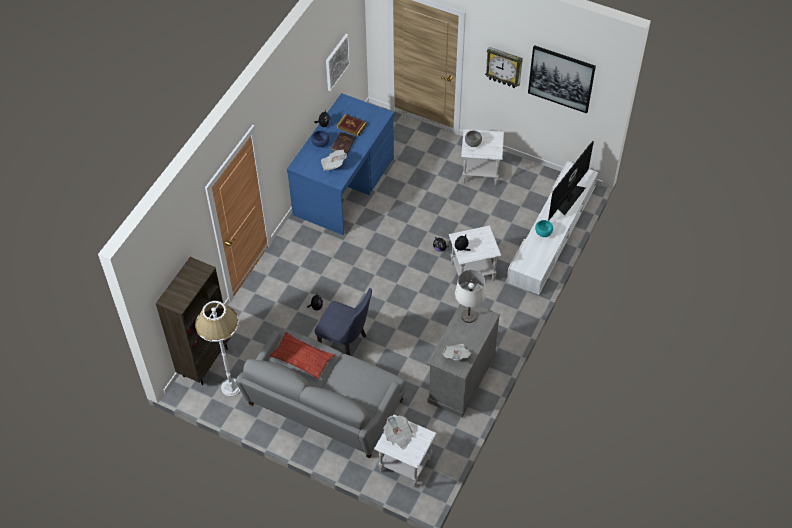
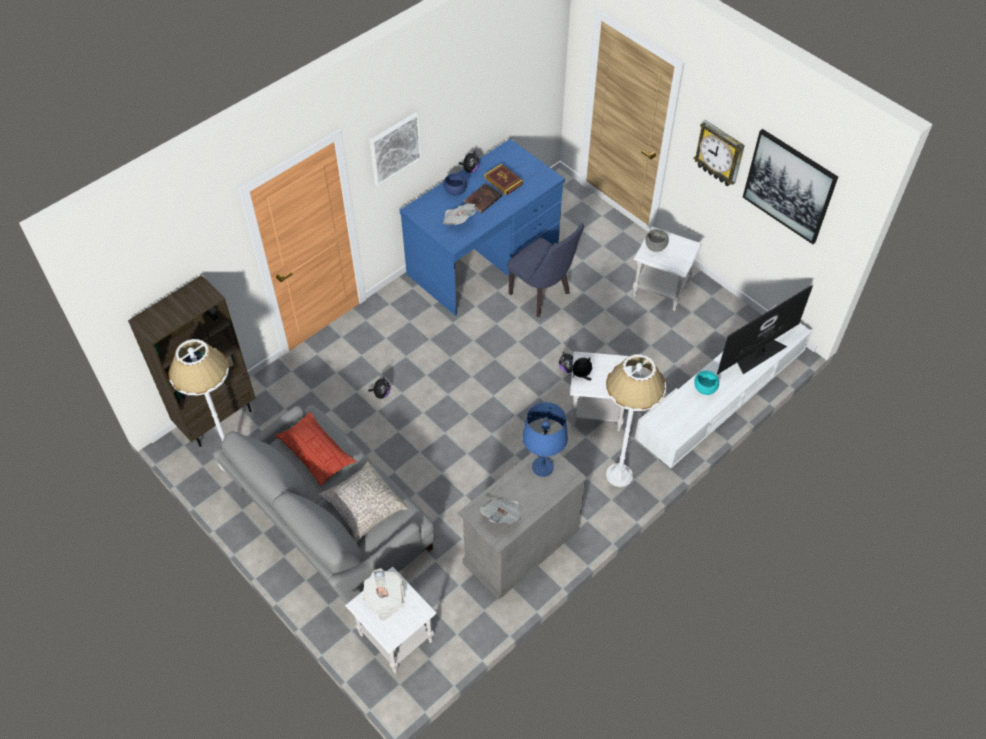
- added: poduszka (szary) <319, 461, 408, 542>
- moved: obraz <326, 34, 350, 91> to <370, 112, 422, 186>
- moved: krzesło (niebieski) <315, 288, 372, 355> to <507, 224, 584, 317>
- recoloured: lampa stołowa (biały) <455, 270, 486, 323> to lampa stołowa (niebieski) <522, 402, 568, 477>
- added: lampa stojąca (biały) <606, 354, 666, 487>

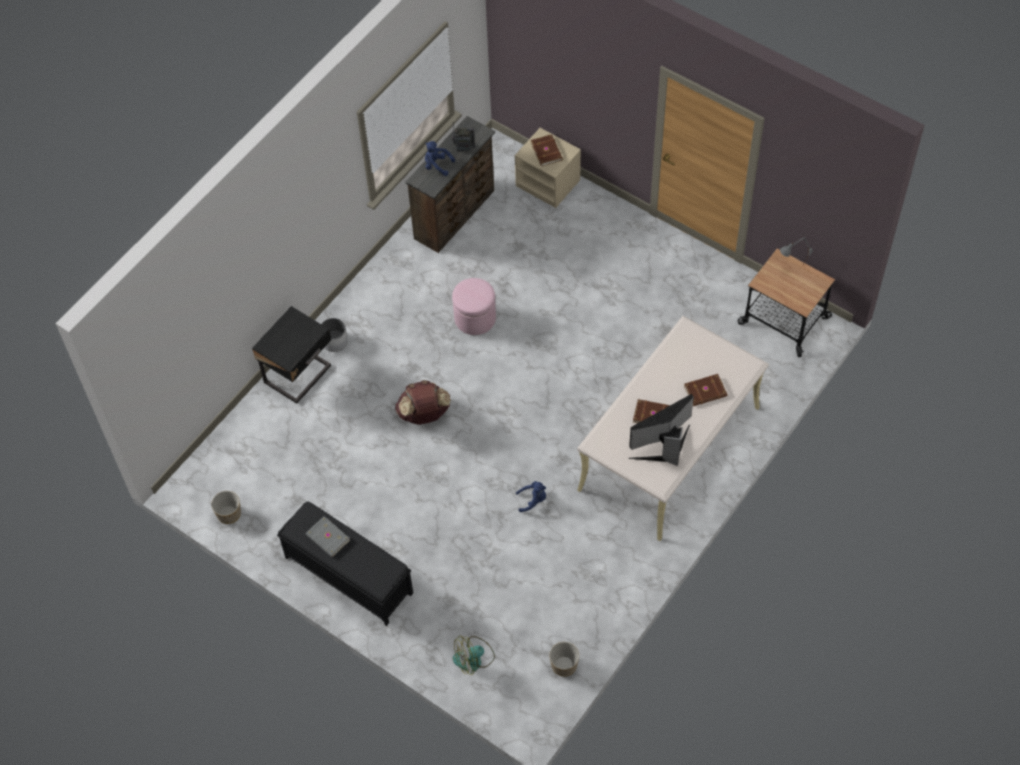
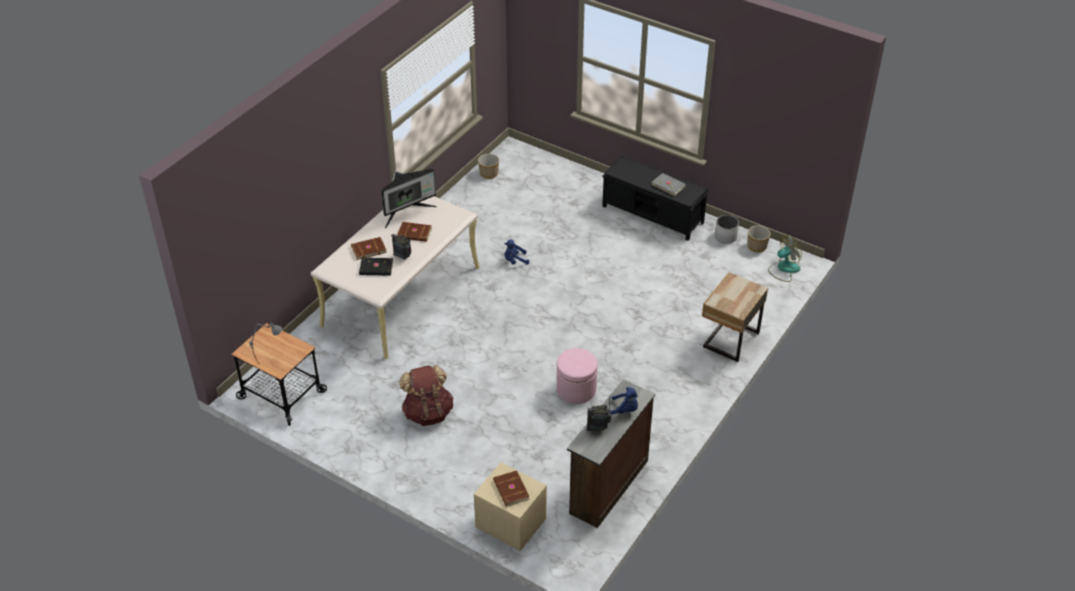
- added: książka (czarny) <359, 258, 393, 276>
- added: radio <391, 230, 411, 259>
- moved: plecak (brązowy) <395, 380, 451, 425> to <399, 365, 454, 426>
- recoloured: szafka nocna (czarny) <252, 306, 331, 404> to szafka nocna (beżowy) <702, 272, 768, 362>
- moved: donica (biały) <321, 318, 348, 352> to <715, 215, 739, 244>
- moved: wentylator <453, 636, 495, 675> to <768, 235, 802, 282>

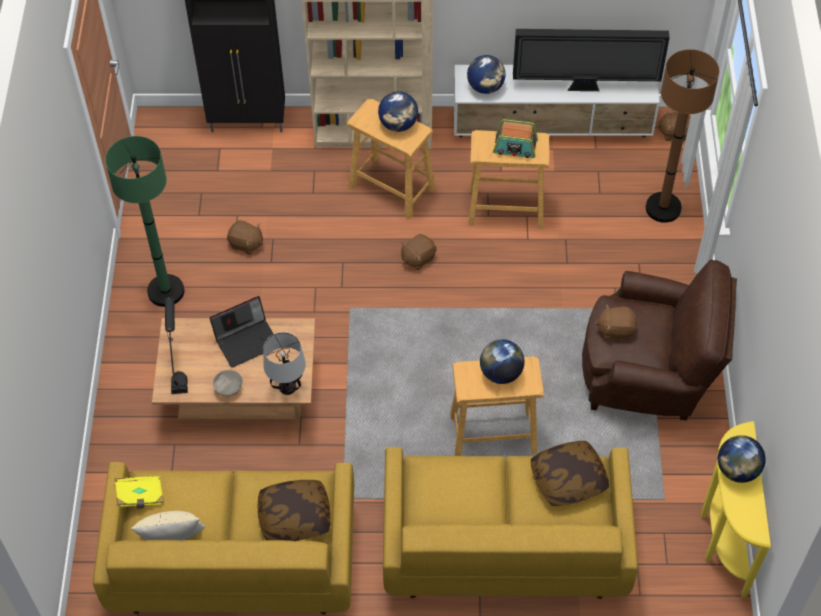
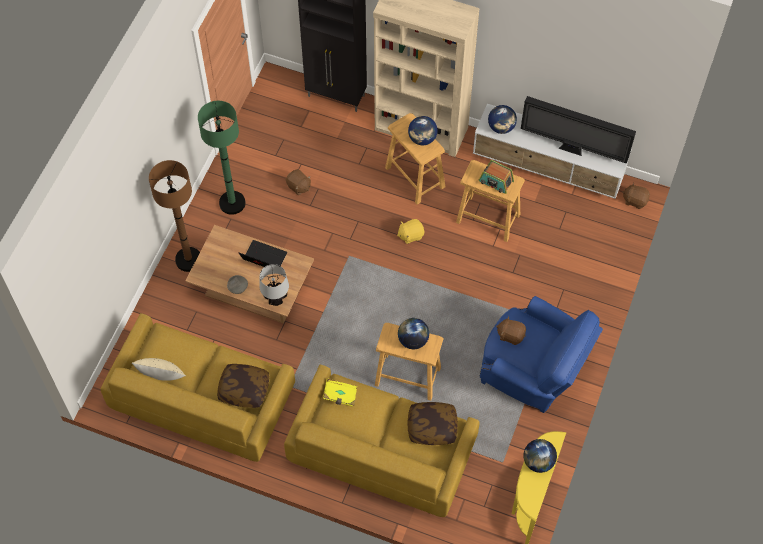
- moved: lampa stojąca (brązowy) <646, 49, 719, 223> to <149, 160, 200, 272>
- turned: laptop <210, 296, 274, 368> = <239, 240, 287, 267> 150 degrees counterclockwise
- moved: książka (żółty) <114, 476, 164, 509> to <323, 378, 357, 407>
- recoloured: pluszak (brązowy) <401, 234, 437, 270> to pluszak (żółty) <397, 219, 424, 244>
- recoloured: fotel (brązowy) <582, 260, 737, 420> to fotel (niebieski) <480, 296, 603, 413>
- removed: lampa stołowa (czarny) <165, 297, 188, 394>

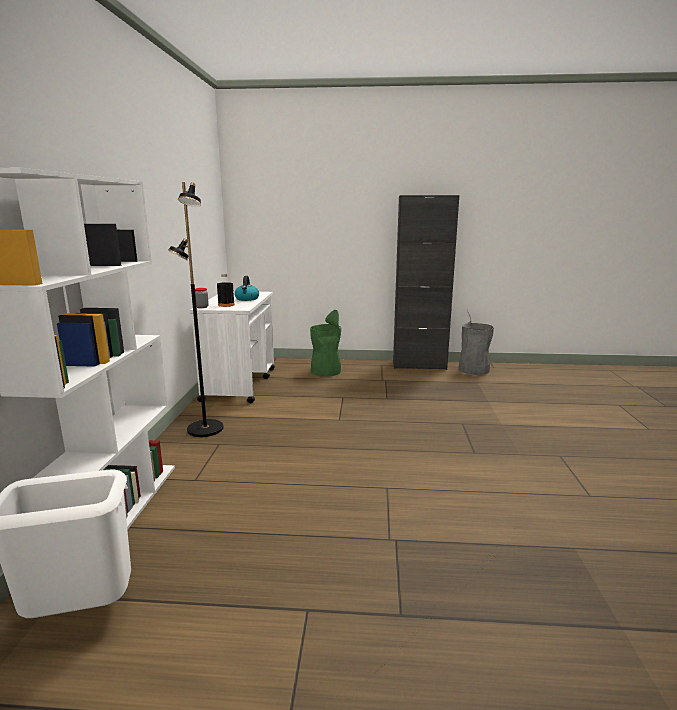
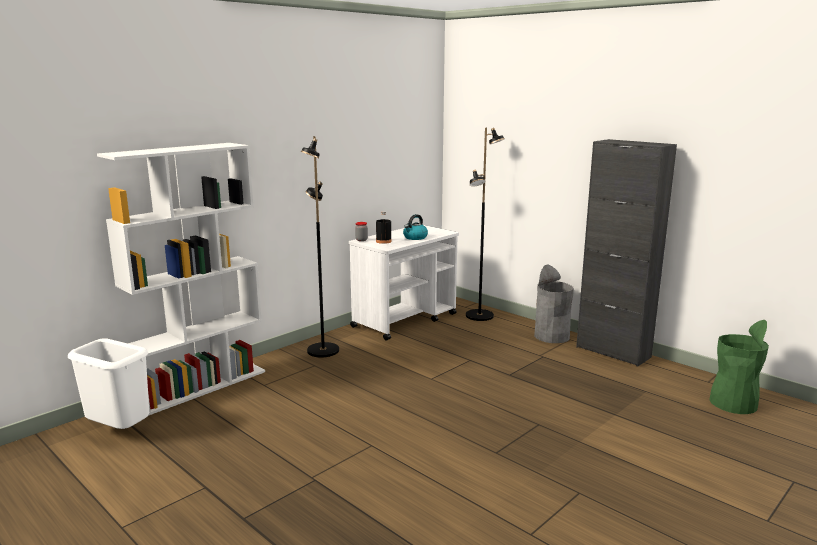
- added: lampa stojąca (czarny) <466, 128, 504, 321>
- moved: kosz na śmieci (szary) <459, 310, 494, 375> to <534, 265, 574, 343>
- moved: kosz na śmieci (zielony) <310, 310, 341, 377> to <709, 320, 769, 414>

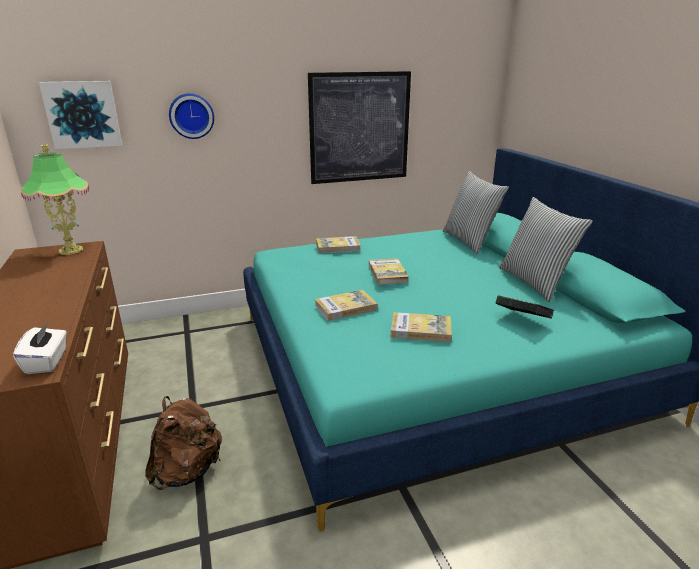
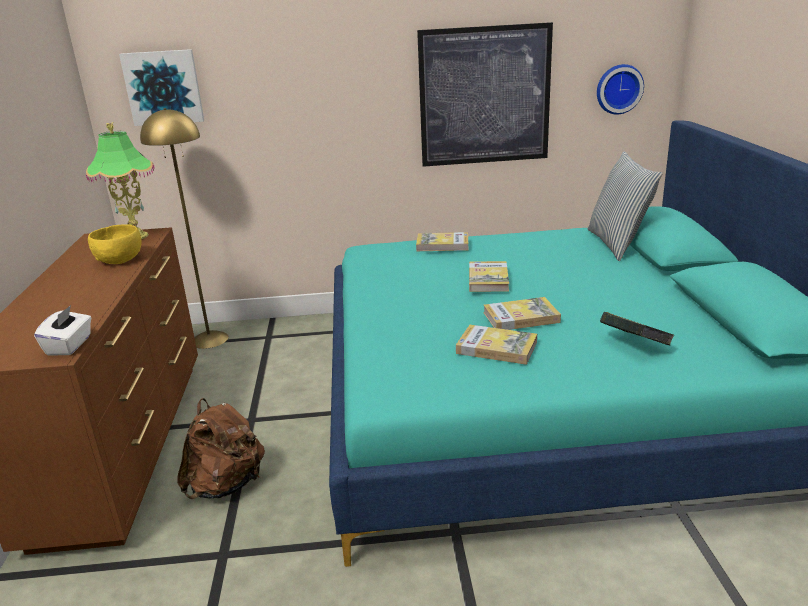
- added: miska (żółty) <88, 224, 142, 264>
- added: lampa stojąca (żółty) <140, 108, 228, 349>
- moved: książka <315, 290, 378, 321> to <483, 297, 561, 330>
- moved: zegar ścienny <169, 93, 214, 139> to <597, 64, 644, 115>
- removed: poduszka <499, 197, 593, 302>

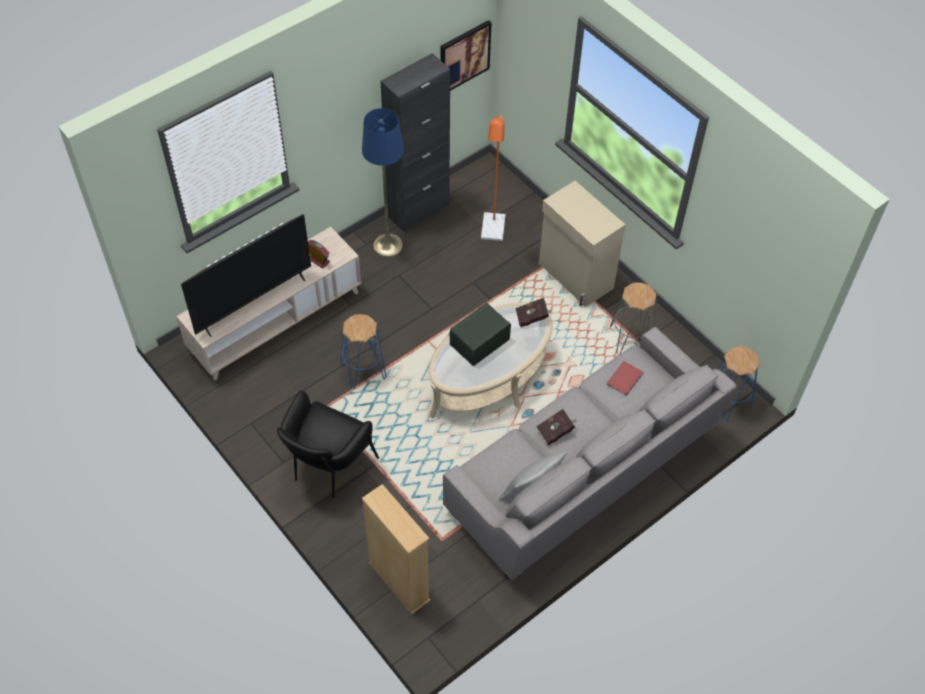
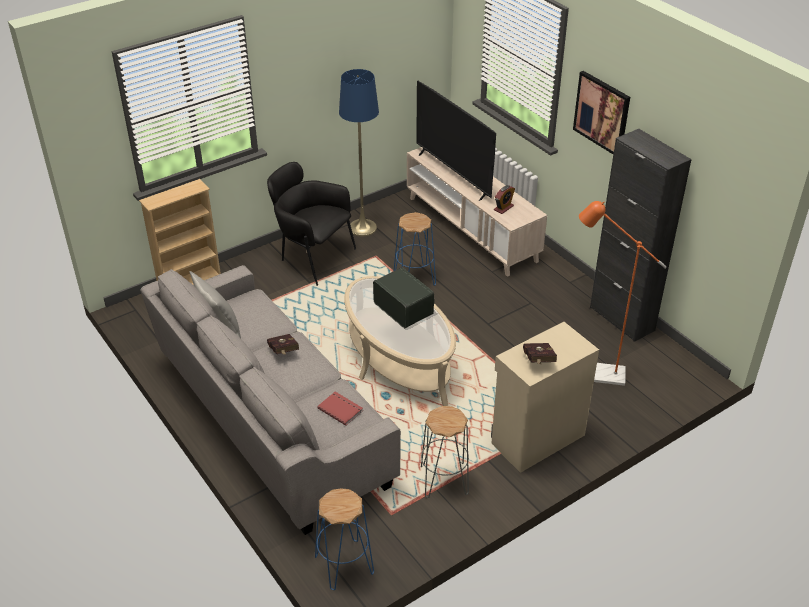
- moved: lampa stojąca (niebieski) <362, 108, 404, 257> to <339, 69, 379, 236>
- moved: książka (czerwony) <515, 298, 552, 327> to <523, 343, 557, 365>
- moved: obraz <440, 20, 492, 91> to <573, 71, 630, 154>

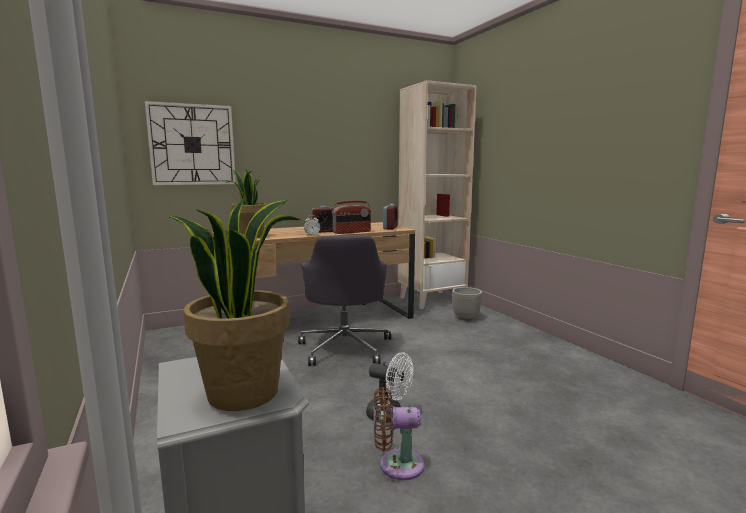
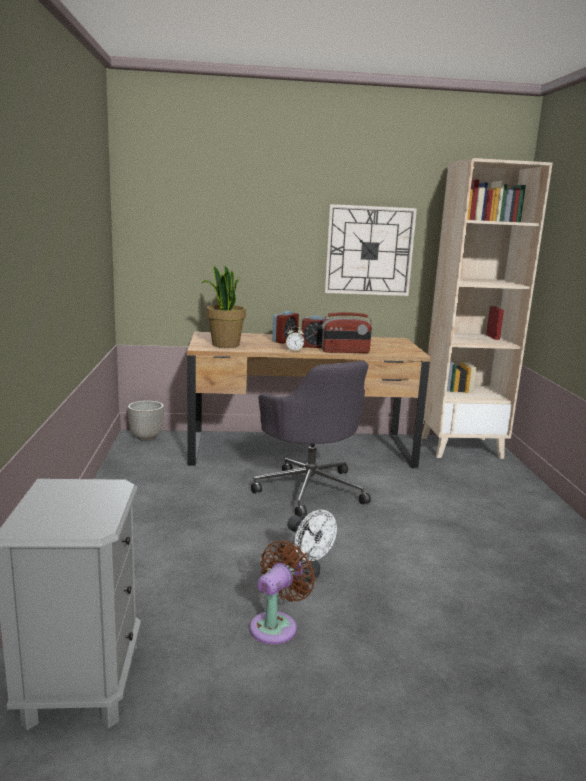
- moved: donica <452, 287, 482, 321> to <128, 401, 164, 441>
- turned: wentylator (brązowy) <374, 387, 424, 480> = <250, 540, 315, 644> 105 degrees clockwise
- turned: krzesło biurowe (szary) <298, 235, 391, 366> = <251, 361, 371, 517> 45 degrees counterclockwise
- moved: budzik <383, 204, 398, 230> to <272, 311, 299, 344>
- moved: zegar ścienny <145, 101, 236, 185> to <324, 204, 417, 296>
- removed: roślina doniczkowa <168, 198, 301, 411>

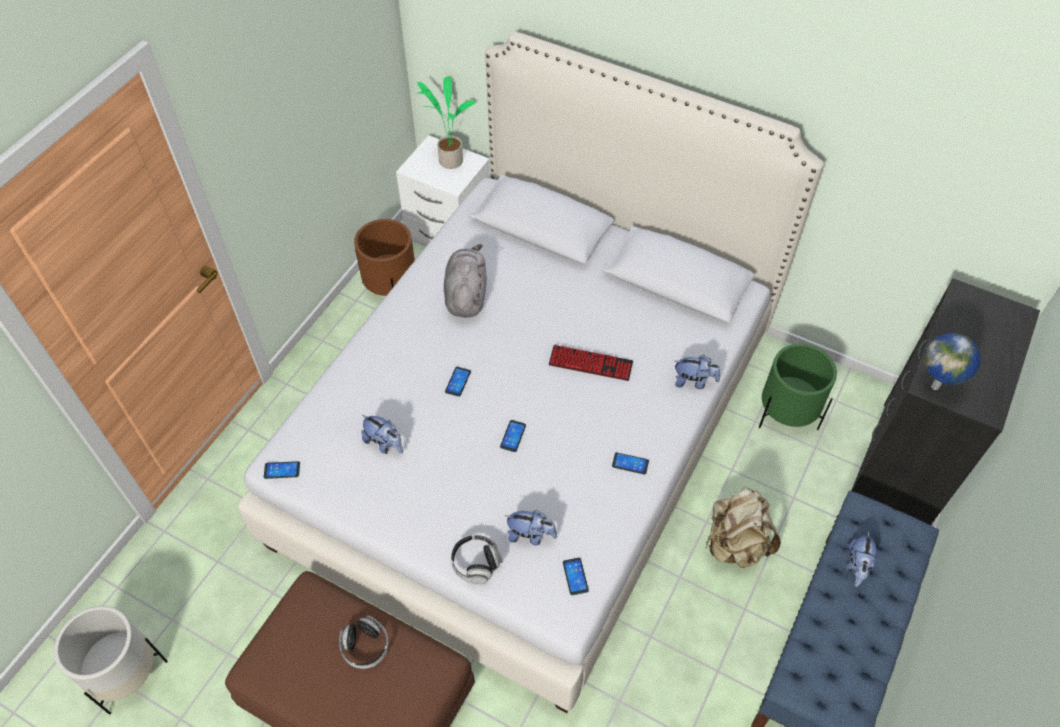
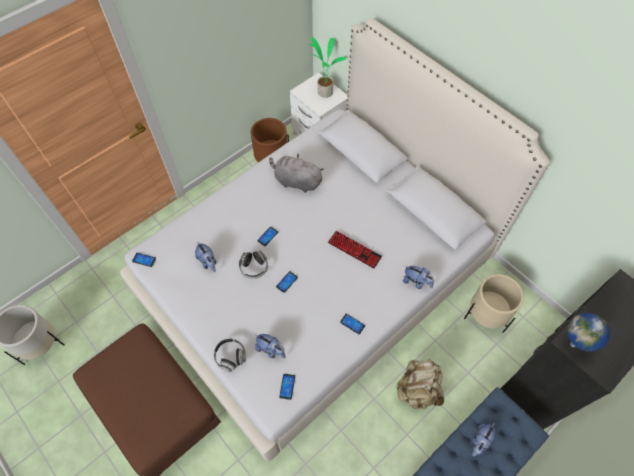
- moved: słuchawki <339, 615, 389, 669> to <239, 251, 268, 279>
- turned: pluszak (szary) <444, 244, 487, 318> = <269, 154, 324, 193> 90 degrees counterclockwise
- recoloured: donica (zielony) <759, 344, 837, 430> to donica (beżowy) <464, 274, 524, 333>

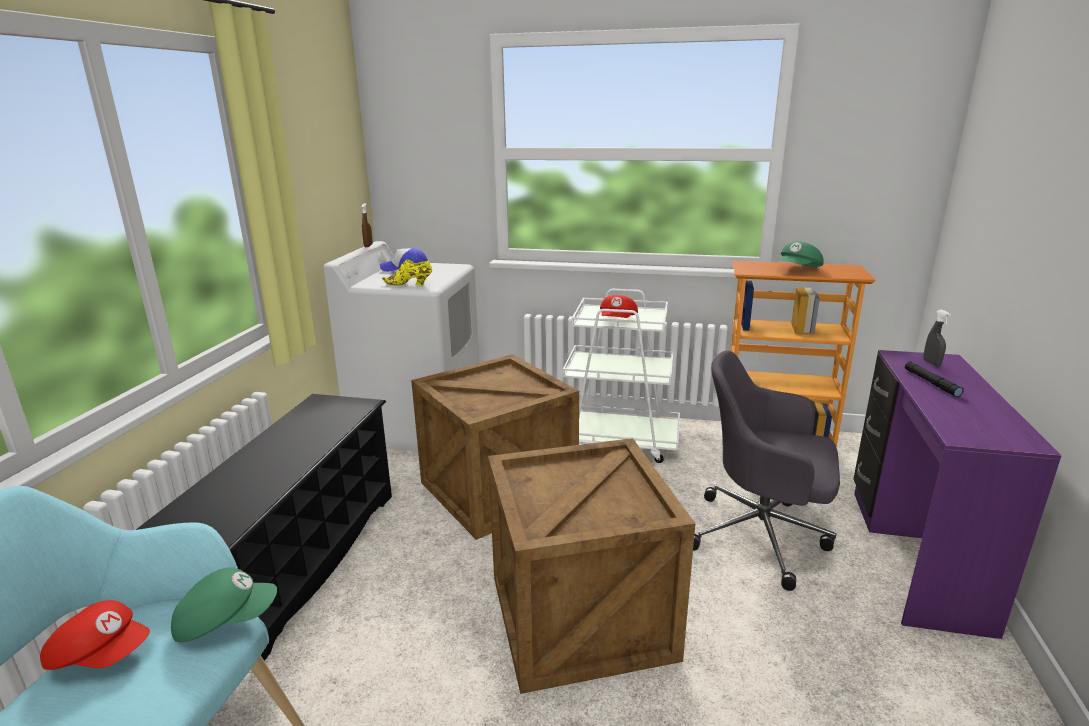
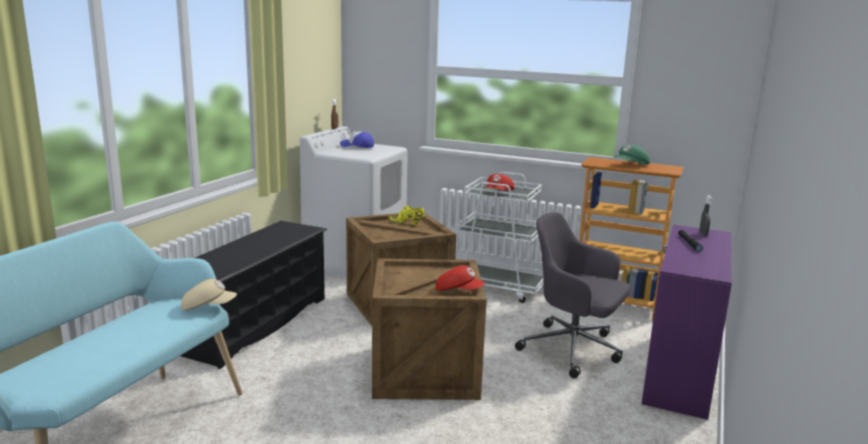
- recoloured: czapka z daszkiem (zielony) <171, 567, 277, 642> to czapka z daszkiem (beżowy) <181, 279, 237, 310>
- moved: but (żółty) <382, 260, 432, 286> to <388, 205, 425, 225>
- moved: czapka z daszkiem (czerwony) <40, 600, 150, 670> to <435, 265, 485, 291>

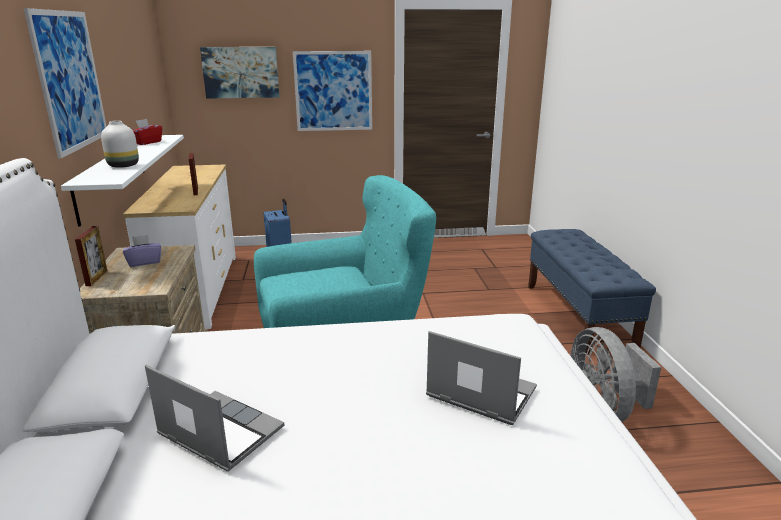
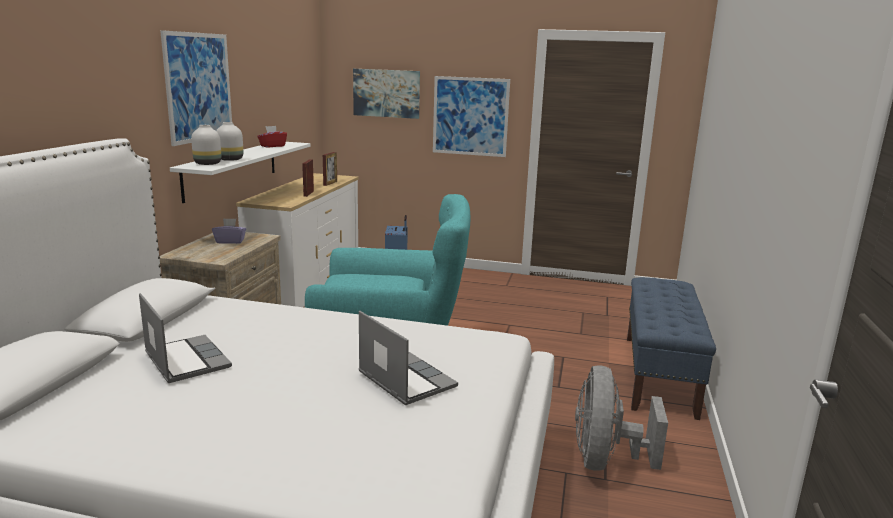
- added: wazon (biały) <191, 125, 221, 165>
- moved: ramka na zdjęcie <75, 226, 107, 286> to <323, 152, 337, 186>

